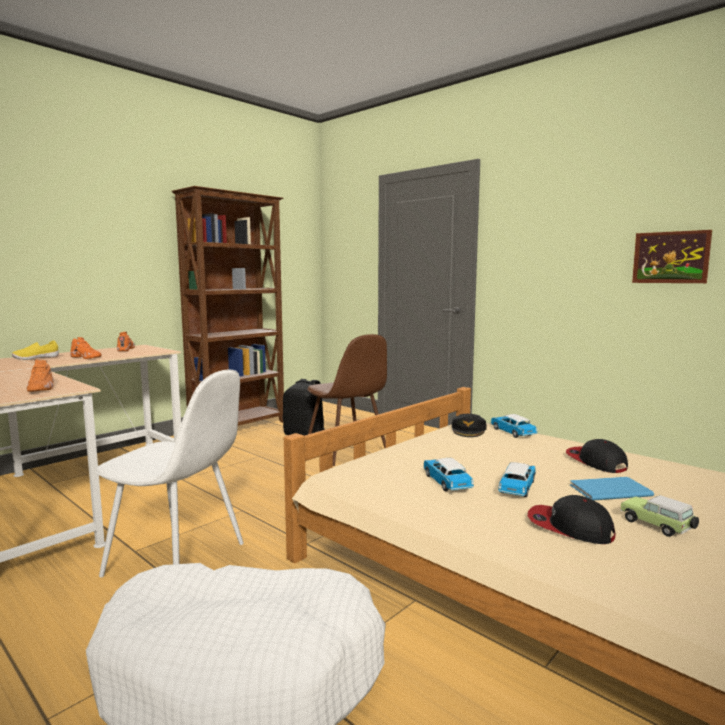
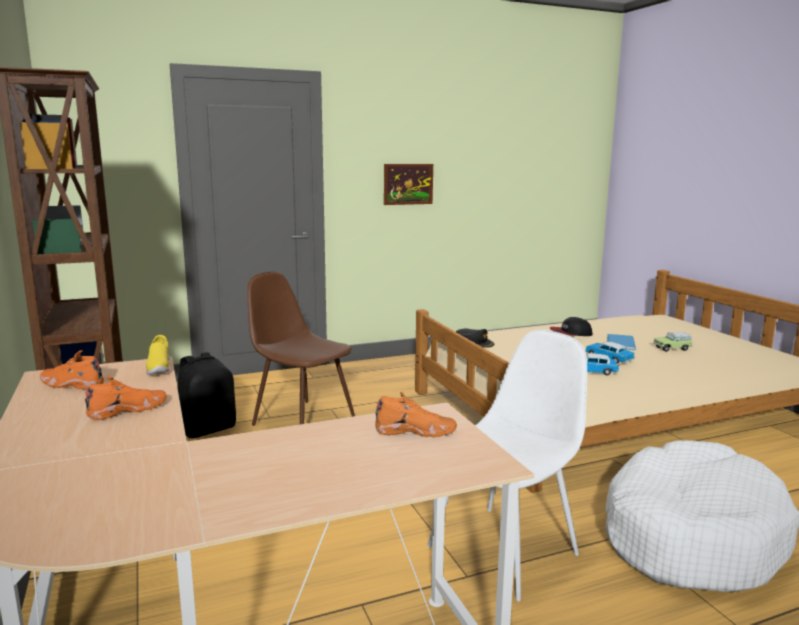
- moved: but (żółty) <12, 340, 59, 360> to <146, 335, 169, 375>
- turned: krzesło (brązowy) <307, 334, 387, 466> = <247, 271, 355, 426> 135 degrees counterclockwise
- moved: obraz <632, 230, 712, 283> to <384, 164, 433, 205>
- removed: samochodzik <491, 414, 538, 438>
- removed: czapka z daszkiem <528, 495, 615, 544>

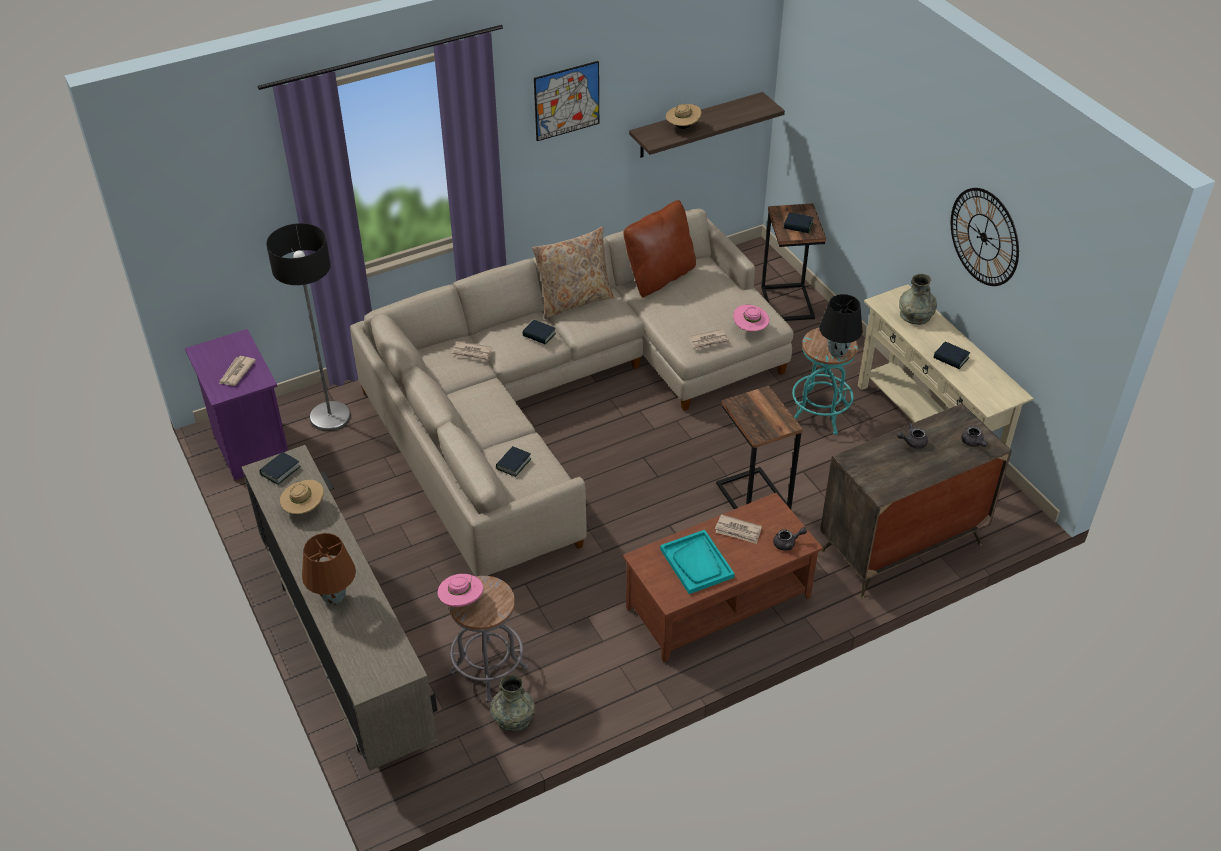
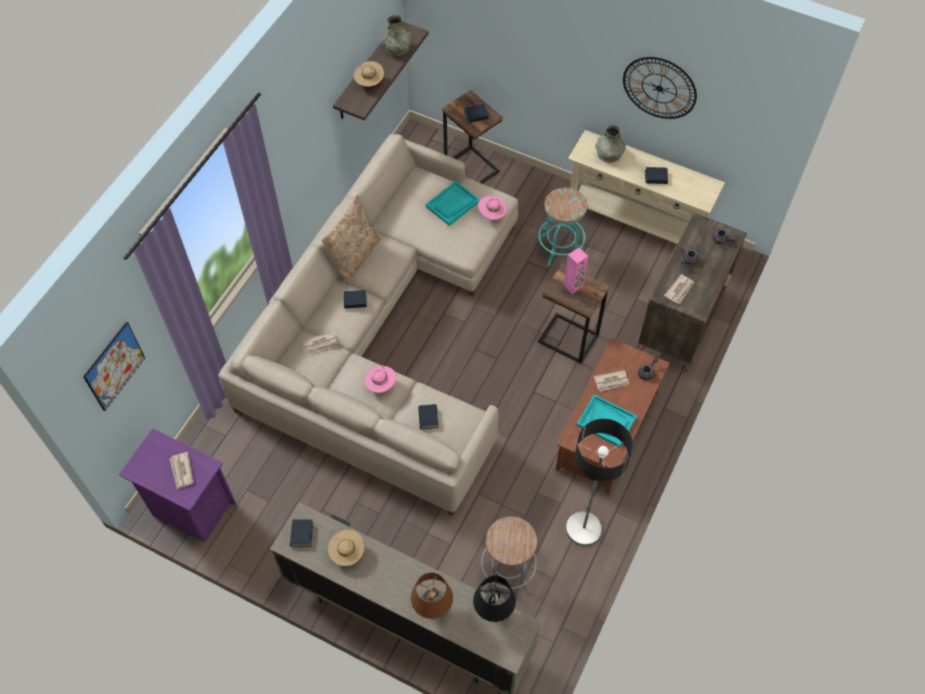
- moved: obraz <534, 61, 599, 141> to <83, 322, 145, 411>
- moved: kapelusz (różowy) <438, 574, 484, 607> to <364, 366, 396, 393>
- moved: wazon (szary) <490, 675, 535, 732> to <382, 15, 412, 56>
- added: taca (turkusowy) <426, 181, 480, 226>
- moved: lampa stołowa (czarny) <819, 294, 863, 358> to <473, 575, 516, 622>
- added: głośnik (różowy) <564, 248, 588, 294>
- moved: lampa stojąca <266, 223, 351, 431> to <566, 419, 633, 546>
- moved: gazeta <688, 329, 730, 350> to <664, 274, 694, 304>
- removed: poduszka (brązowy) <624, 200, 696, 298>

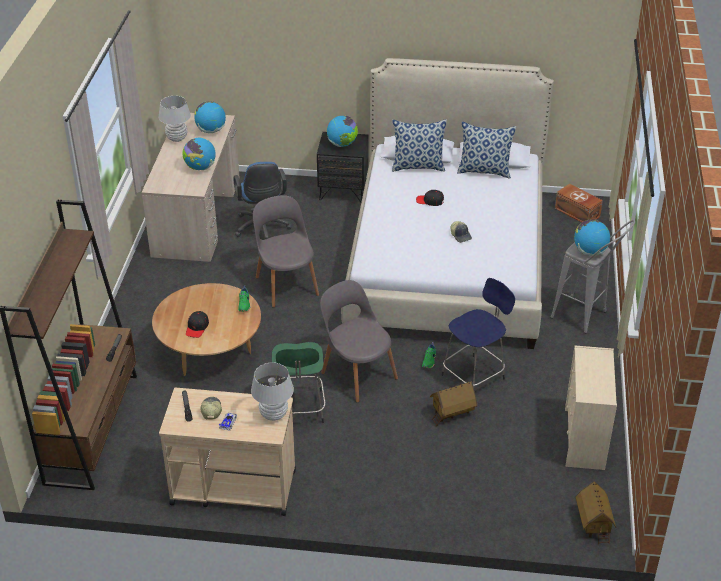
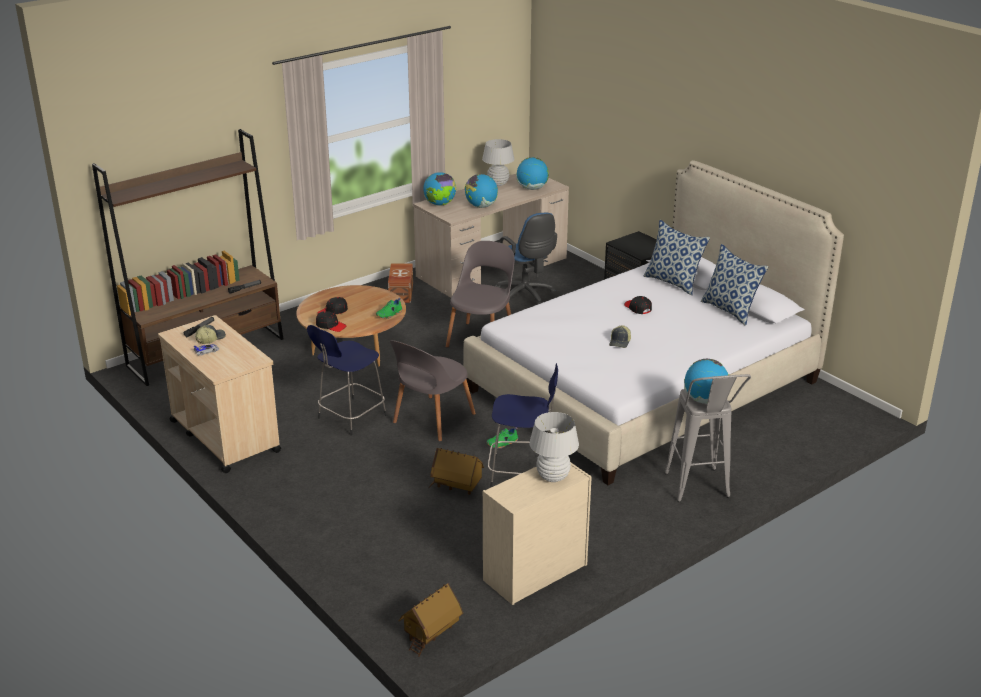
- recoloured: stołek (zielony) <272, 342, 326, 423> to stołek (niebieski) <307, 325, 387, 436>
- added: czapka z daszkiem (czarny) <316, 311, 347, 332>
- moved: pojemnik do przechowywania (brązowy) <555, 184, 603, 223> to <388, 264, 413, 303>
- turned: krzesło (szary) <320, 280, 398, 403> = <390, 340, 476, 441> 150 degrees counterclockwise
- moved: globus <327, 115, 358, 147> to <423, 172, 456, 206>
- turned: krzesło biurowe (niebieski) <234, 162, 292, 239> = <495, 213, 557, 305> 60 degrees counterclockwise
- moved: lampa stołowa (biały) <251, 363, 294, 421> to <529, 412, 579, 482>

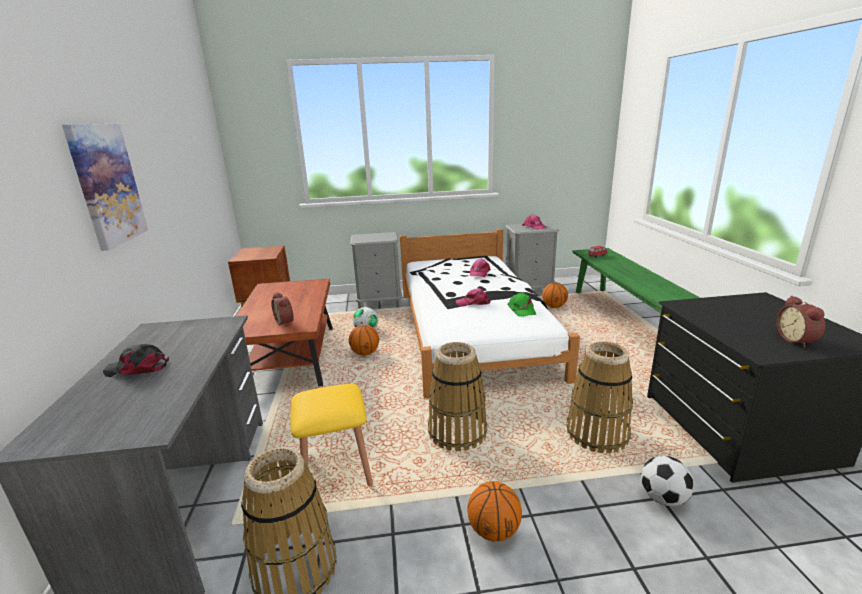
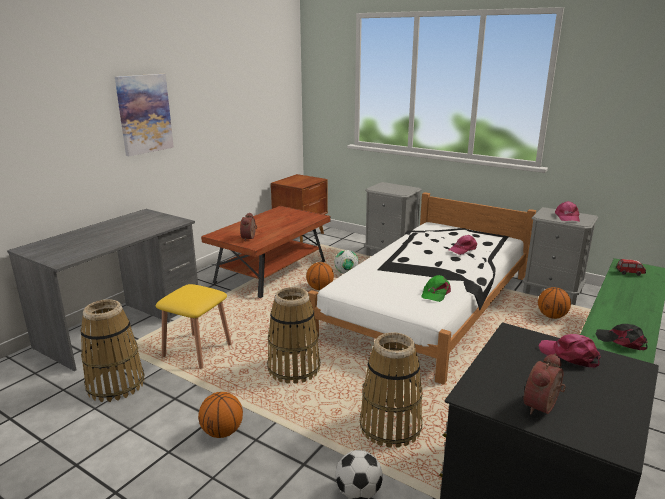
- moved: czapka z daszkiem (różowy) <456, 288, 490, 307> to <538, 334, 601, 368>
- moved: czapka z daszkiem (czarny) <103, 344, 169, 377> to <595, 324, 647, 350>

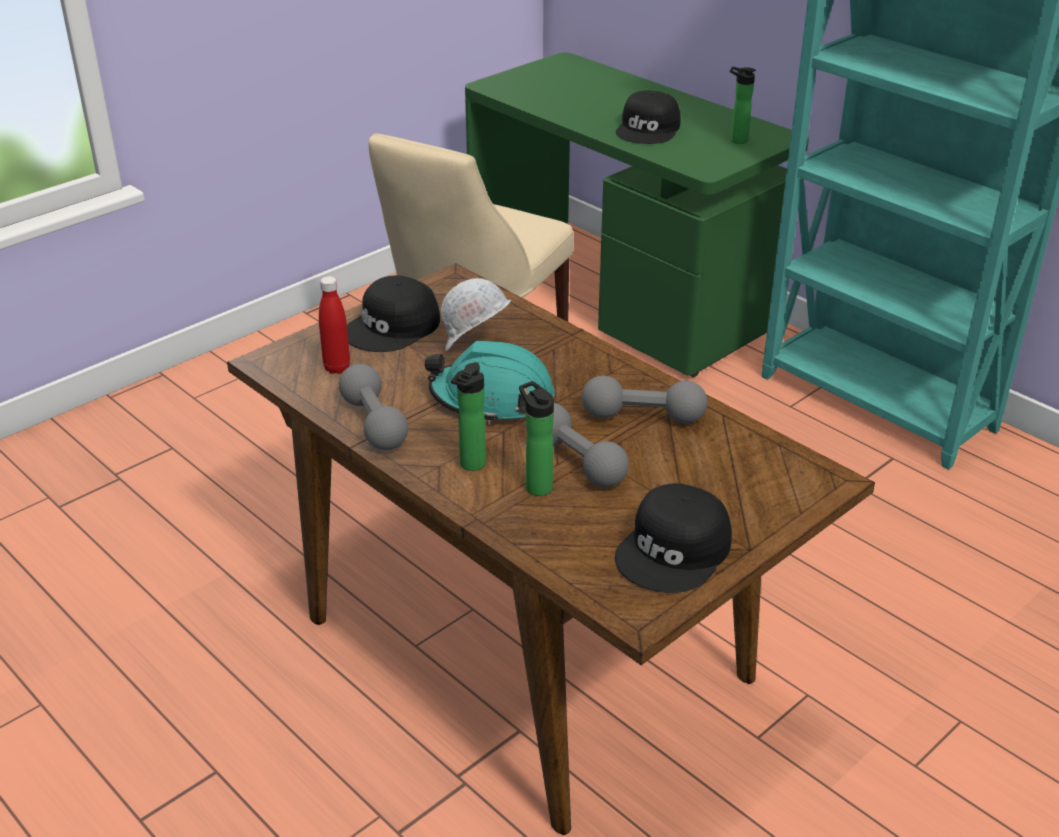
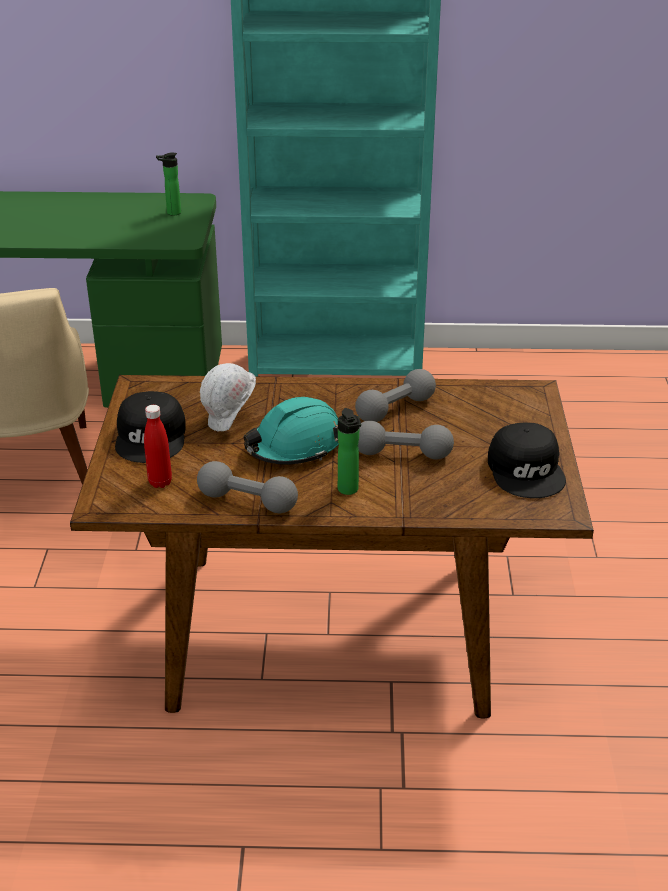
- removed: butelka <519, 381, 554, 496>
- removed: czapka z daszkiem (czarny) <616, 90, 681, 144>

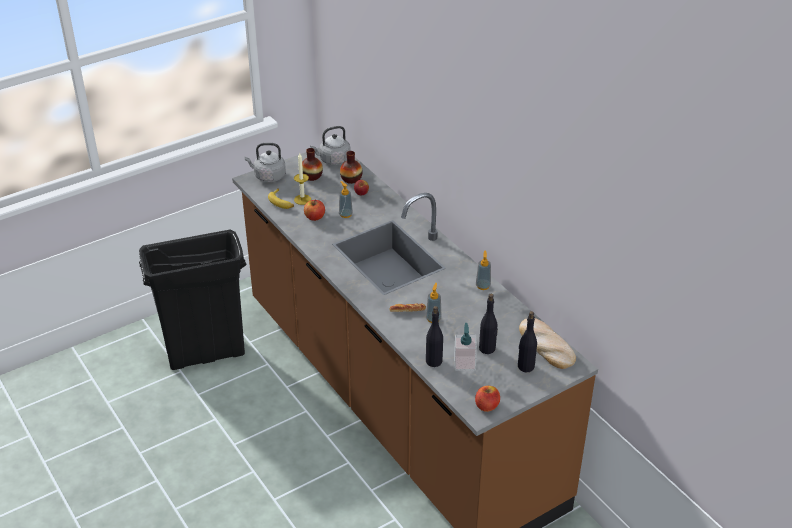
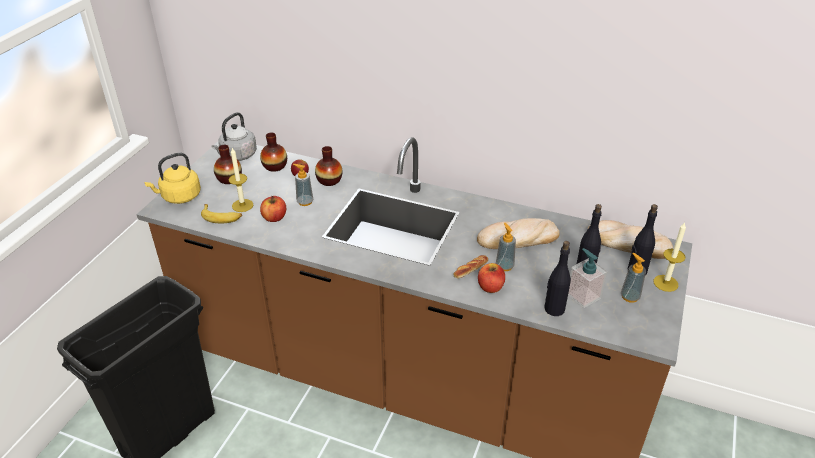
- recoloured: czajnik (szary) <245, 143, 286, 182> to czajnik (żółty) <144, 153, 201, 204>
- added: wazon <315, 146, 342, 186>
- added: chleb <477, 218, 560, 249>
- moved: jabłko <475, 386, 500, 412> to <478, 263, 505, 293>
- moved: dozownik mydła <476, 250, 491, 290> to <621, 253, 646, 303>
- added: świeca <653, 222, 686, 292>

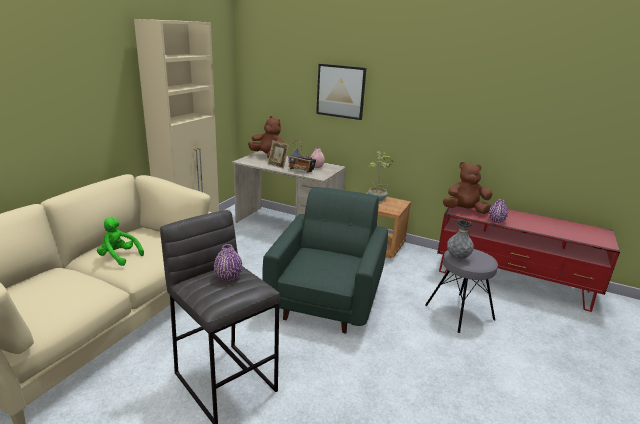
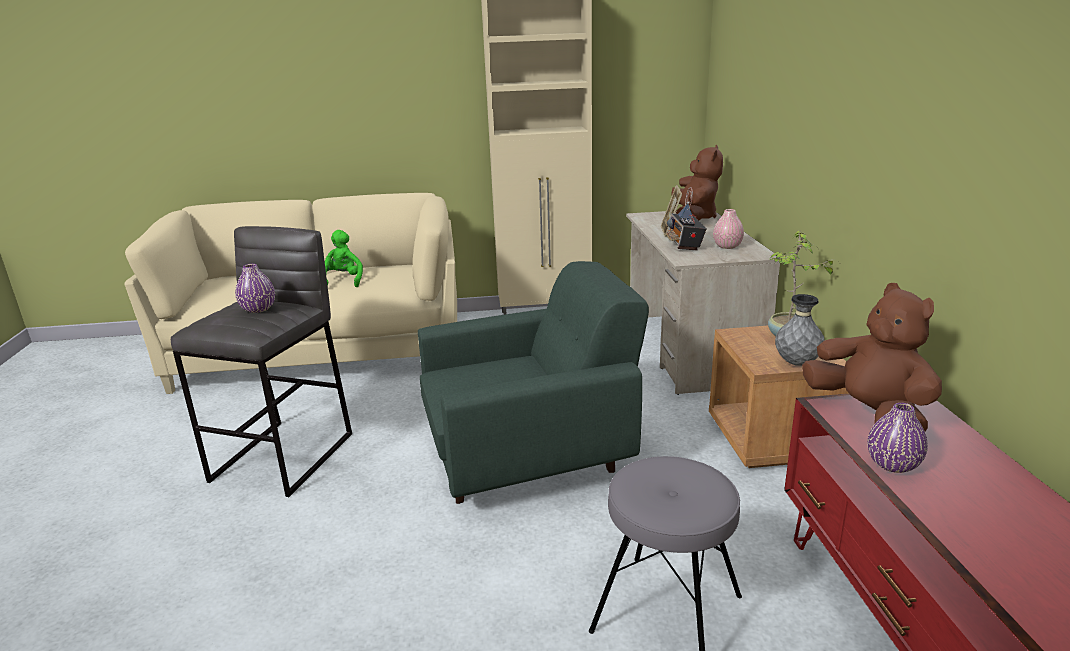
- moved: wazon (szary) <447, 220, 474, 259> to <775, 294, 824, 366>
- removed: obraz <316, 64, 366, 120>

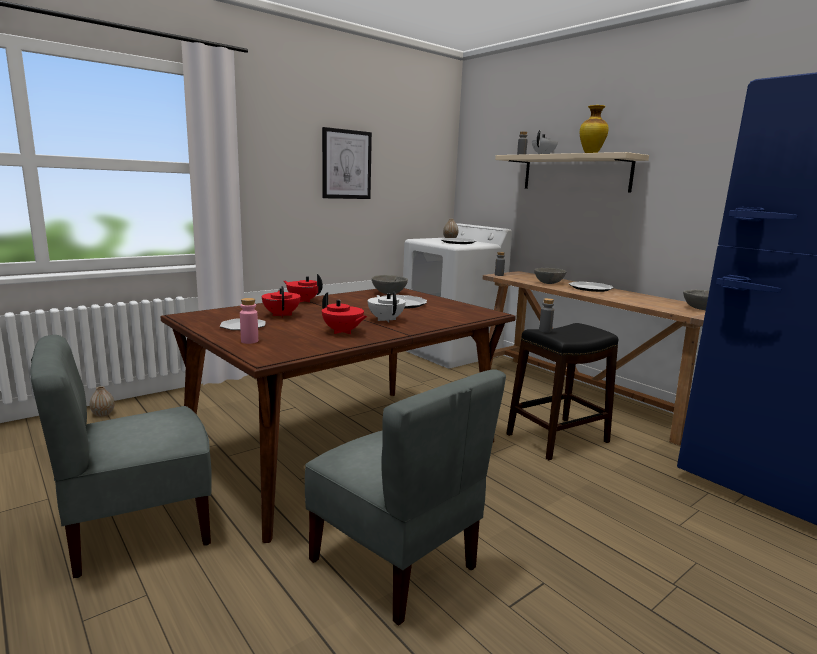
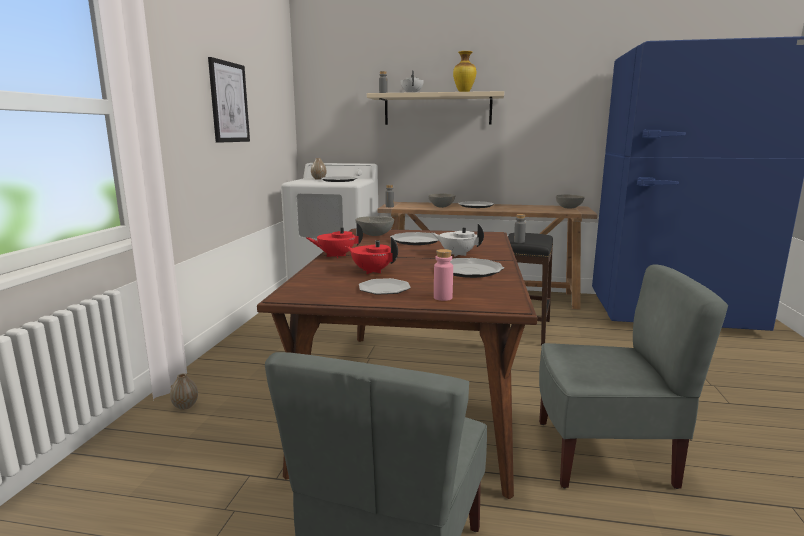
- moved: wazon <89, 386, 115, 417> to <170, 373, 198, 410>
- replaced: imbryk (czerwony) <322, 292, 367, 334> to talerz <450, 258, 504, 278>

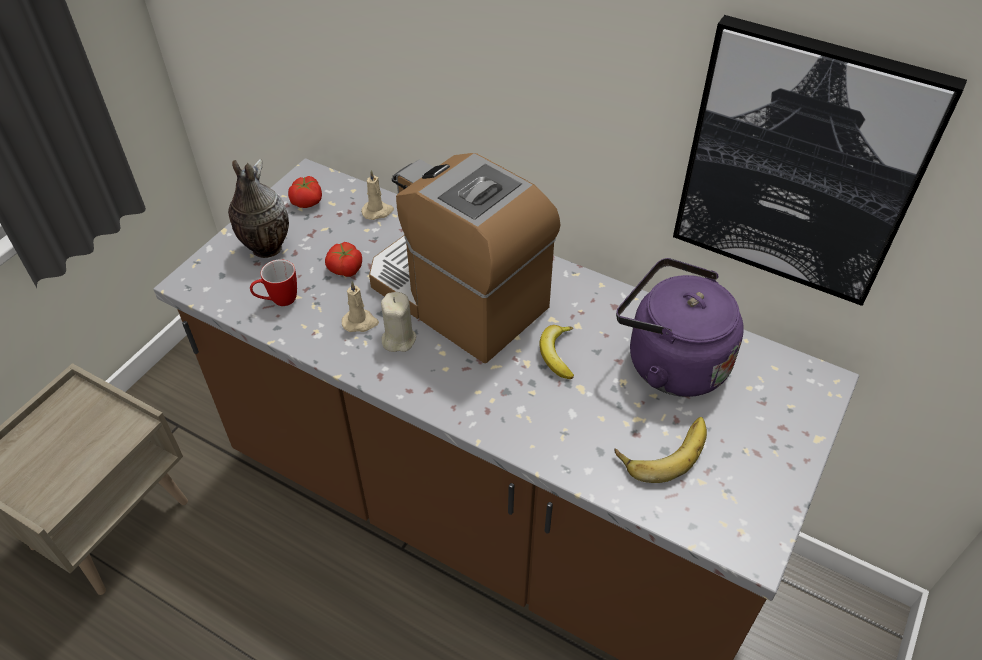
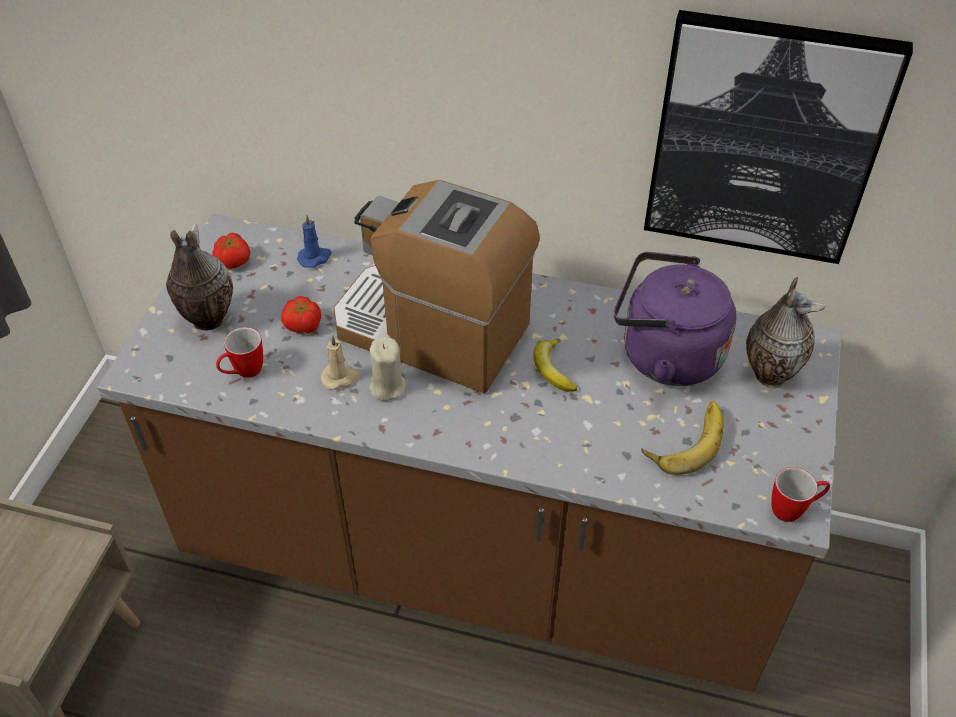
- recoloured: świeca (beżowy) <361, 170, 394, 220> to świeca (niebieski) <297, 215, 332, 268>
- added: wazon <746, 277, 826, 388>
- added: kubek <771, 467, 830, 522>

